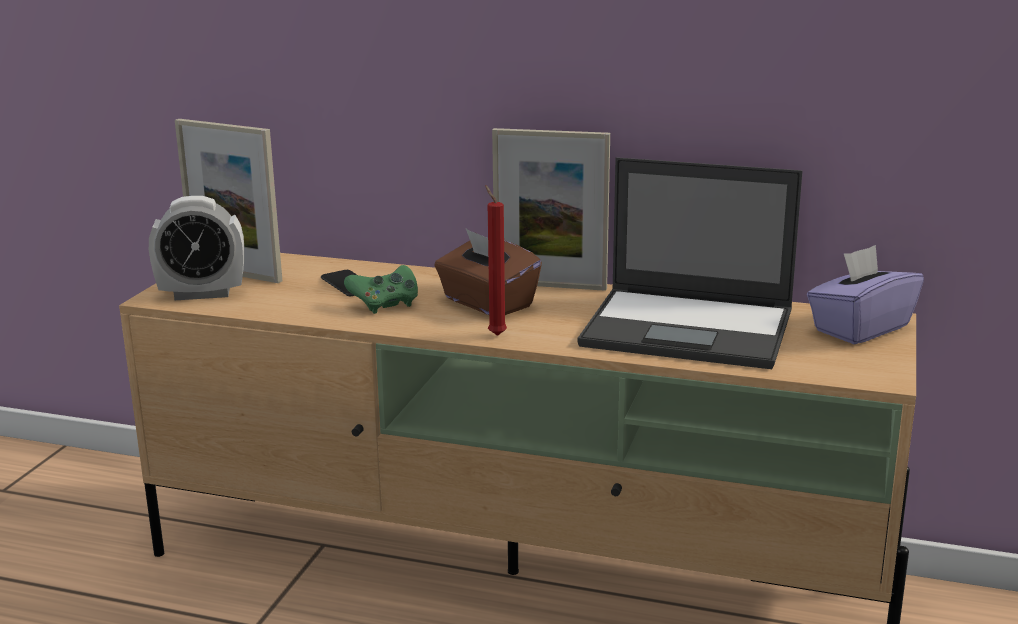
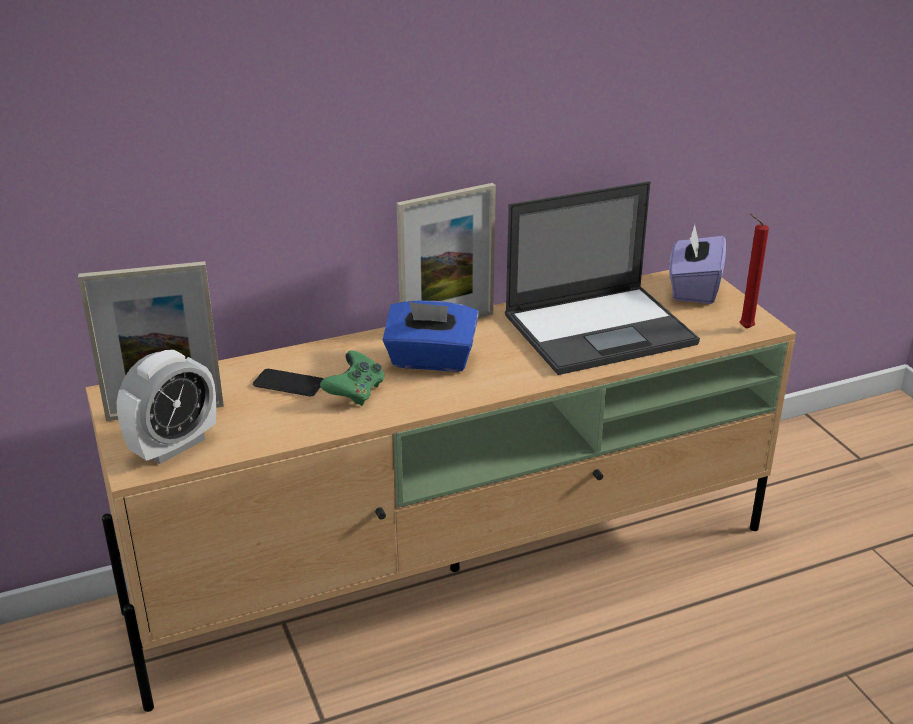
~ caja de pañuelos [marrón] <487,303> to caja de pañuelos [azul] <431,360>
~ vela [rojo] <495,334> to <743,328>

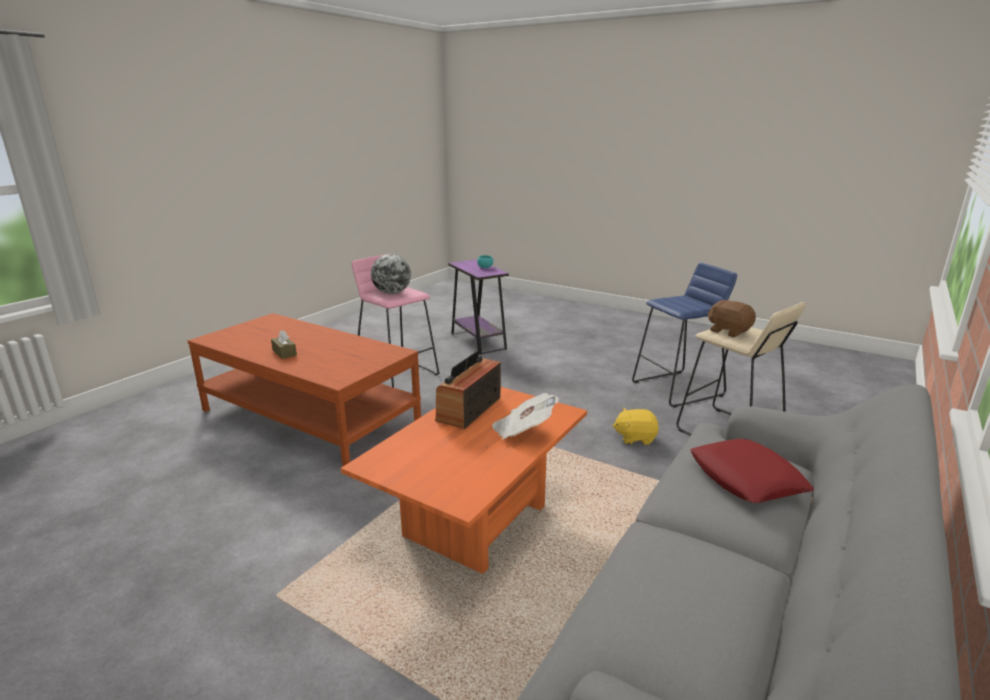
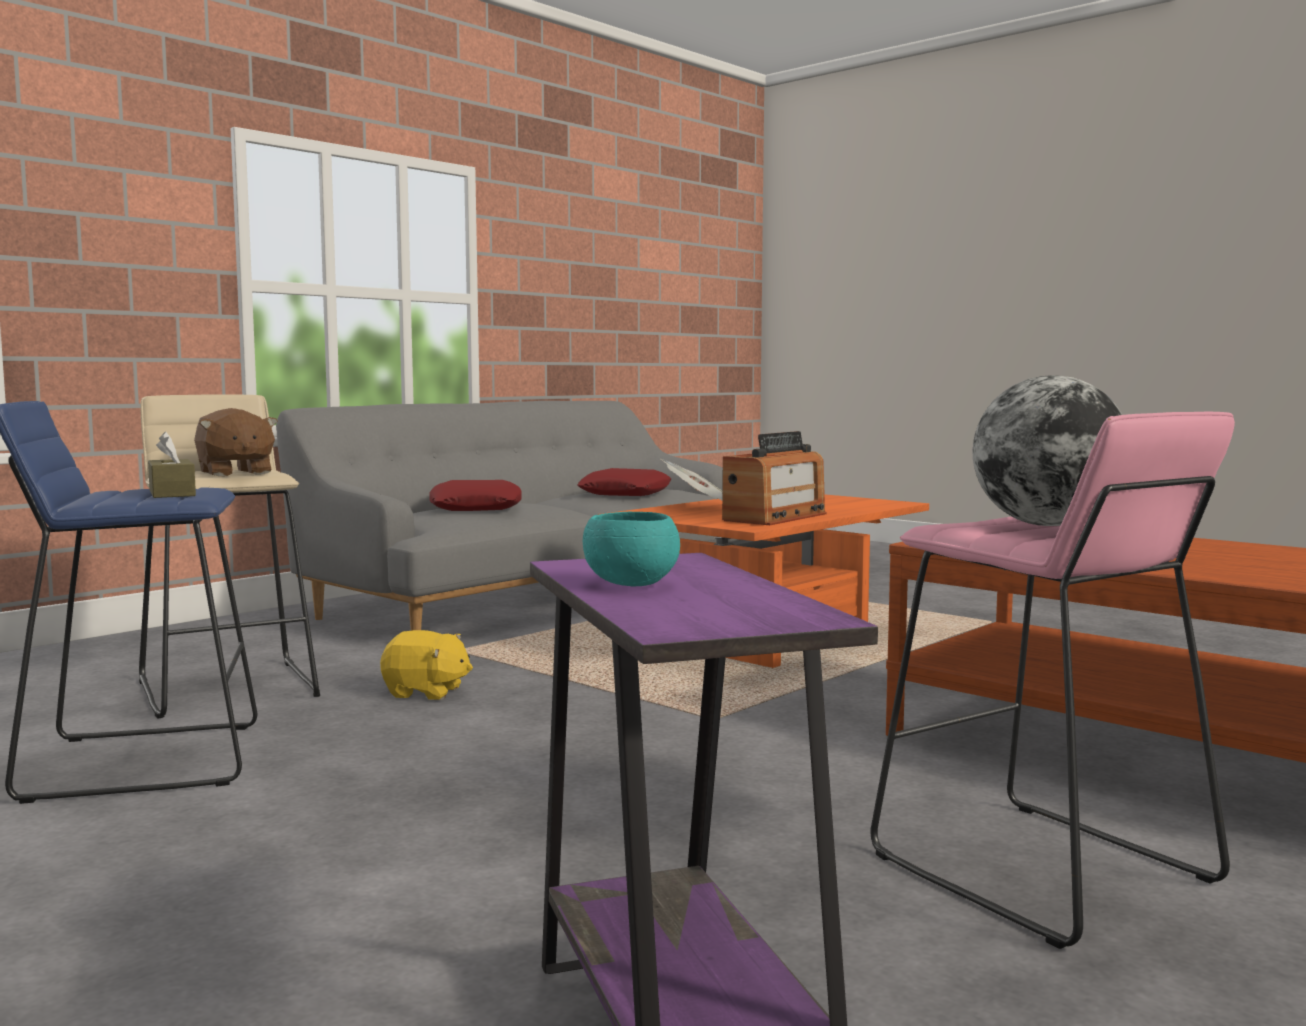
~ caja de pañuelos [marrón] <284,353> to <172,493>
+ cojín [rojo] <625,493>

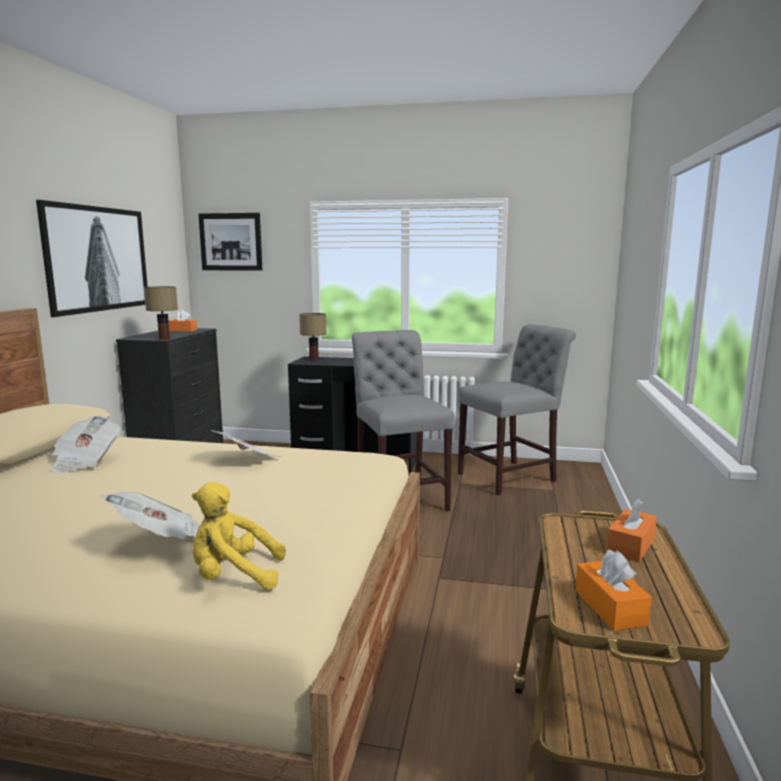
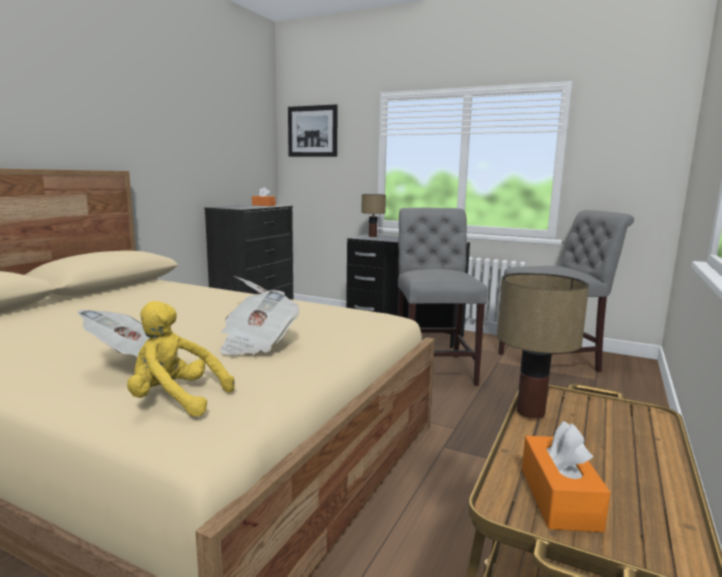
~ periódico <85,461> to <257,343>
~ lámpara de mesa <163,339> to <529,411>
- cuadro <98,259>
- caja de pañuelos [naranja] <630,545>

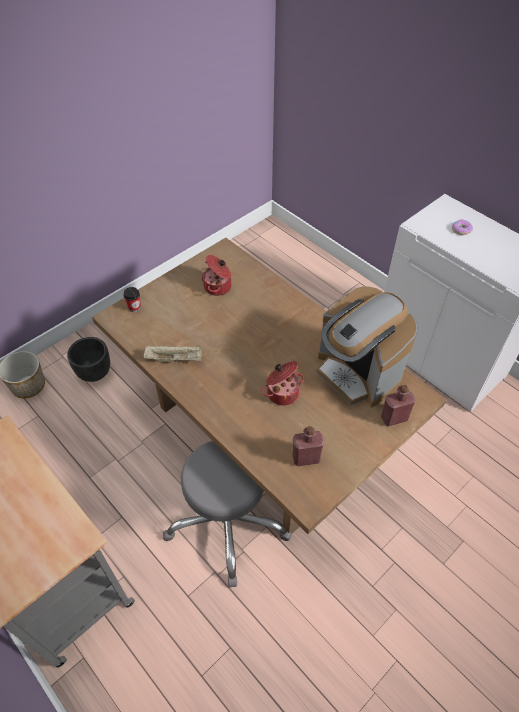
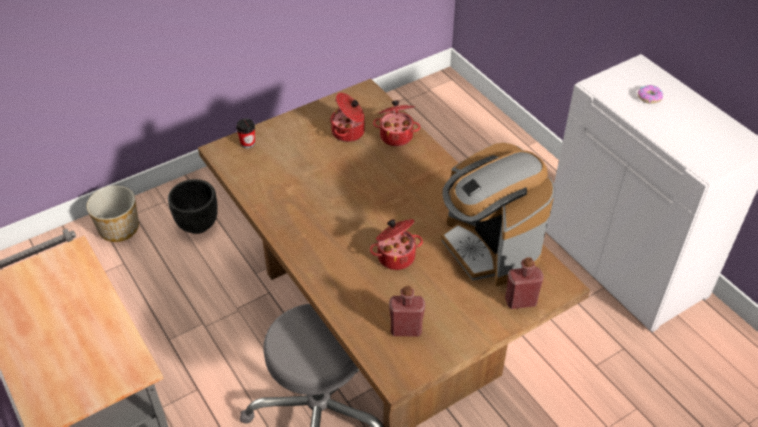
+ olla <396,135>
- bandeja [beis] <175,359>

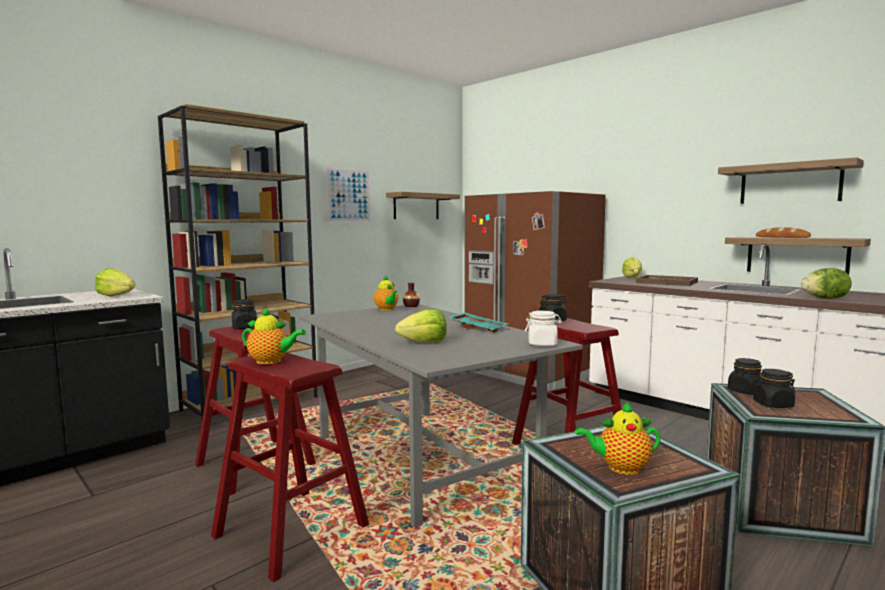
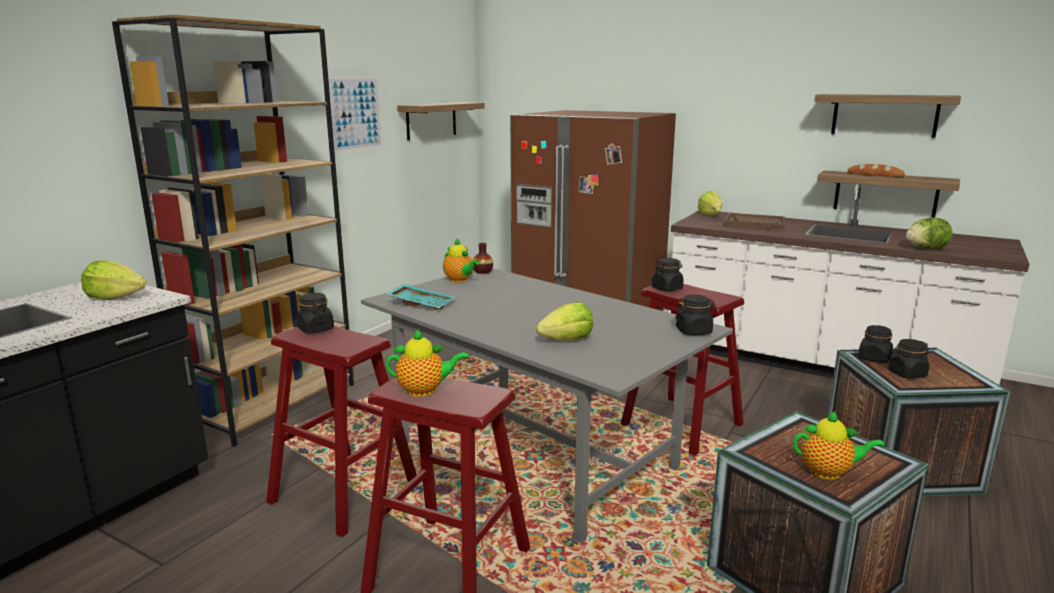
~ bandeja [turquesa] <478,328> to <421,304>
~ tarro [blanco] <542,344> to tarro [negro] <694,331>
~ tetera <620,468> = <829,472> 150 degrees counterclockwise

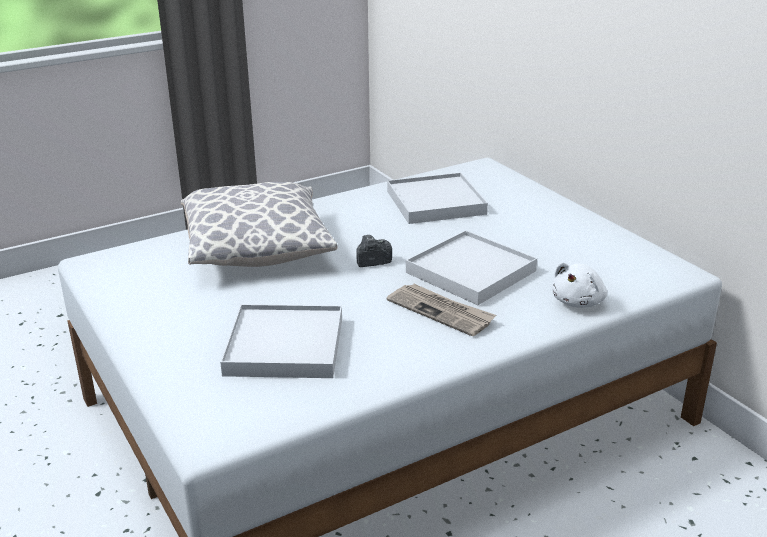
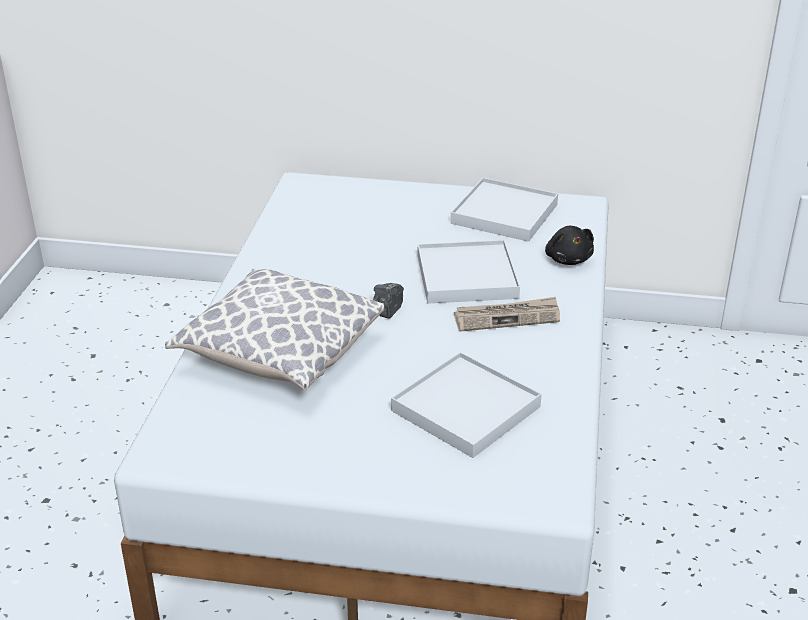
~ bandeja [blanco] <435,202> to <504,214>
~ peluche [blanco] <579,302> to peluche [negro] <568,259>

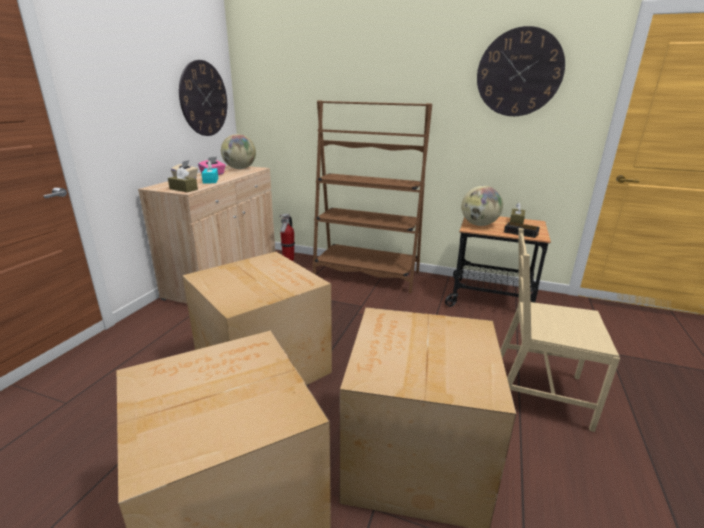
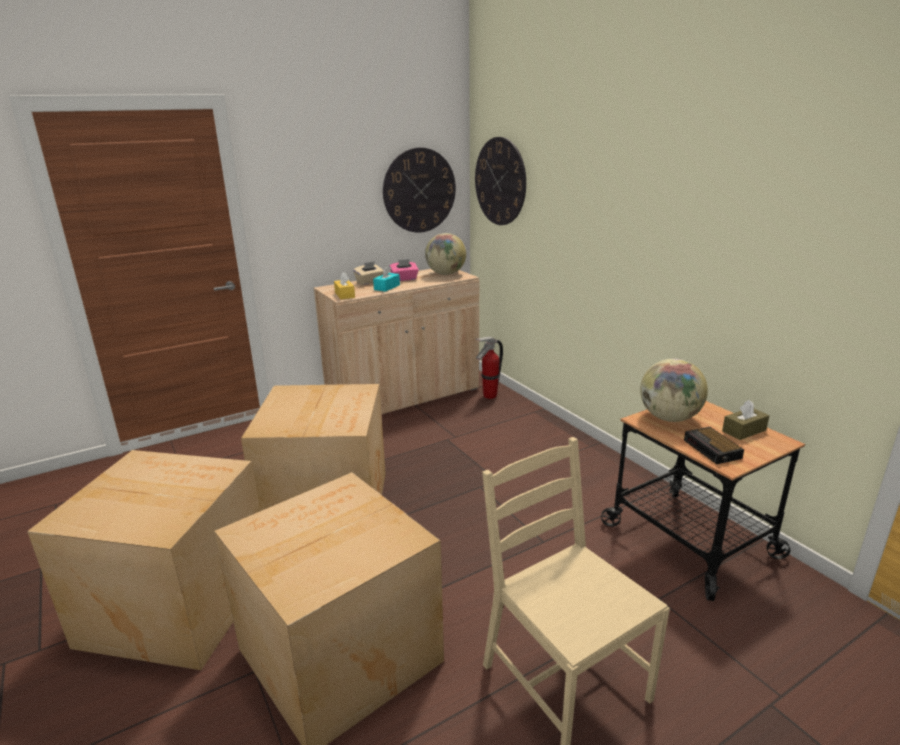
~ caja de pañuelos [marrón] <183,189> to caja de pañuelos [amarillo] <344,295>
~ reloj de pared <519,73> to <500,181>
- estantería [marrón] <366,274>

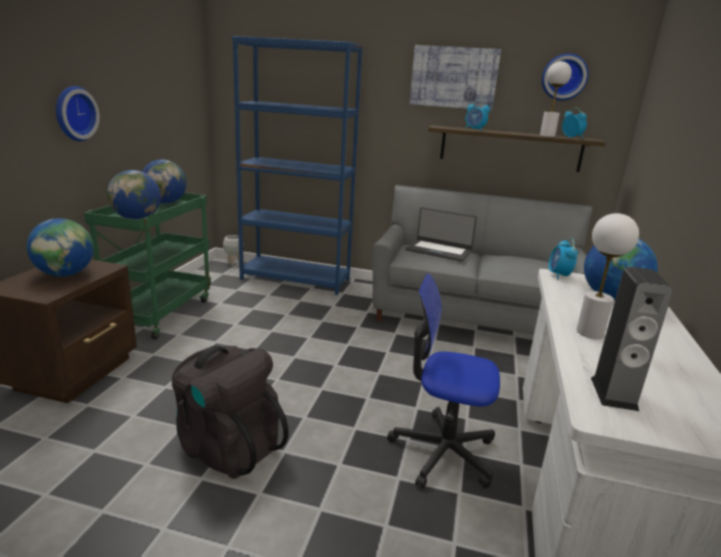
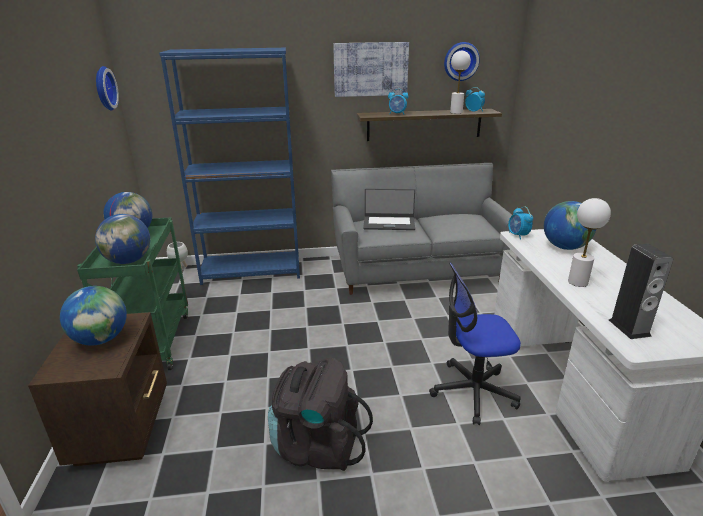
~ reloj de pared <73,113> to <103,88>

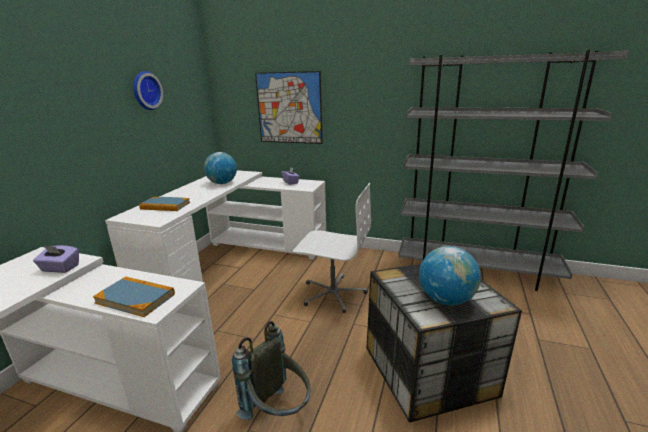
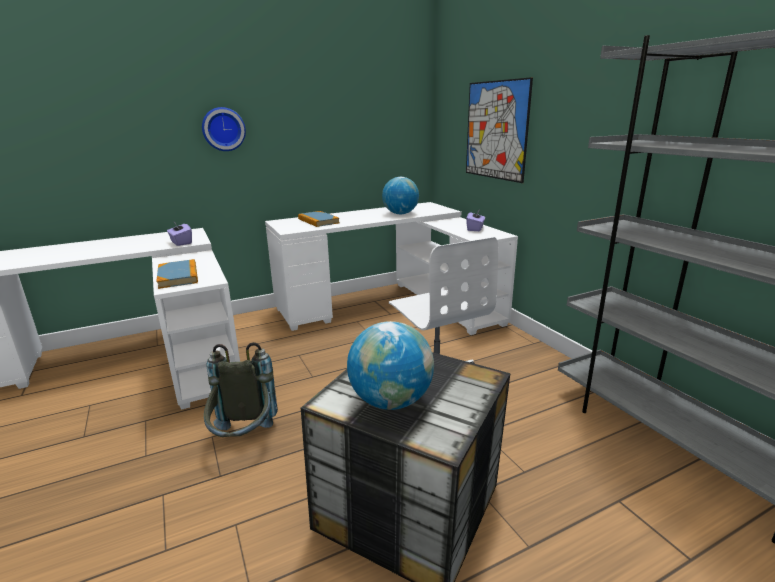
~ reloj de pared <145,90> to <223,129>

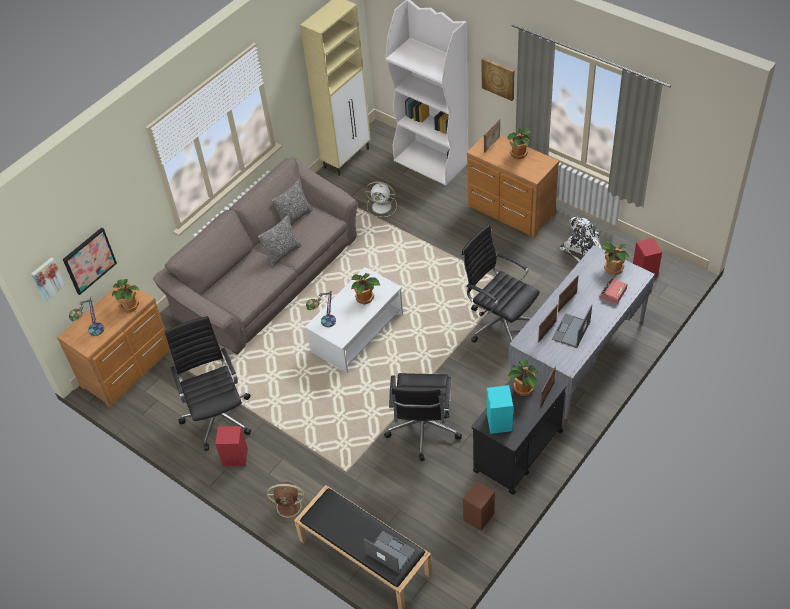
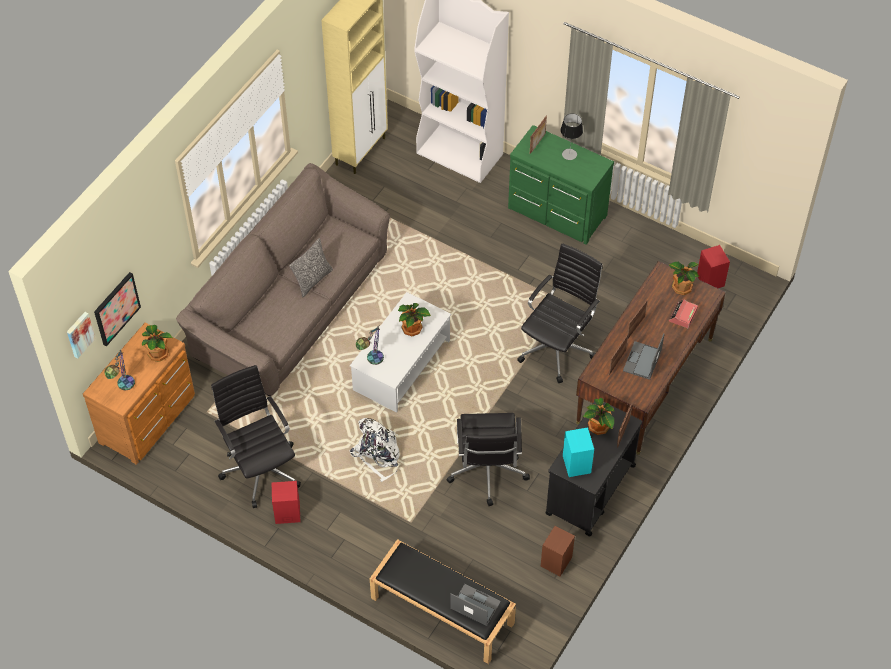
~ mochila [blanco] <583,251> to <378,455>
~ cómoda [marrón] <510,212> to cómoda [verde] <556,214>
~ silla de oficina [negro] <500,323> = <558,347> 90 degrees clockwise
~ planta en maceta <519,154> to lámpara de mesa <569,154>
~ escritorio [gris] <578,355> to escritorio [marrón] <645,380>
- ventilador [marrón] <290,506>
- cojín <294,218>
- ventilador [blanco] <382,207>
- cuadro <498,78>

